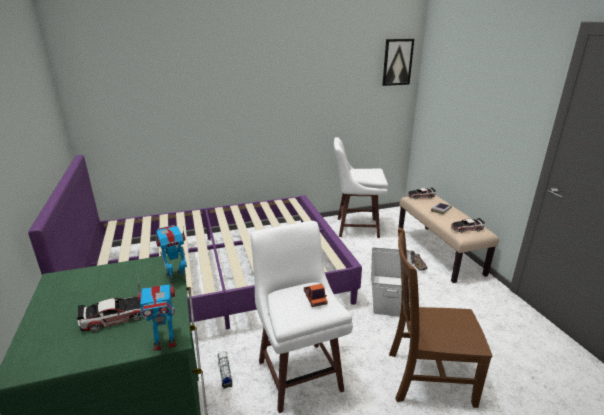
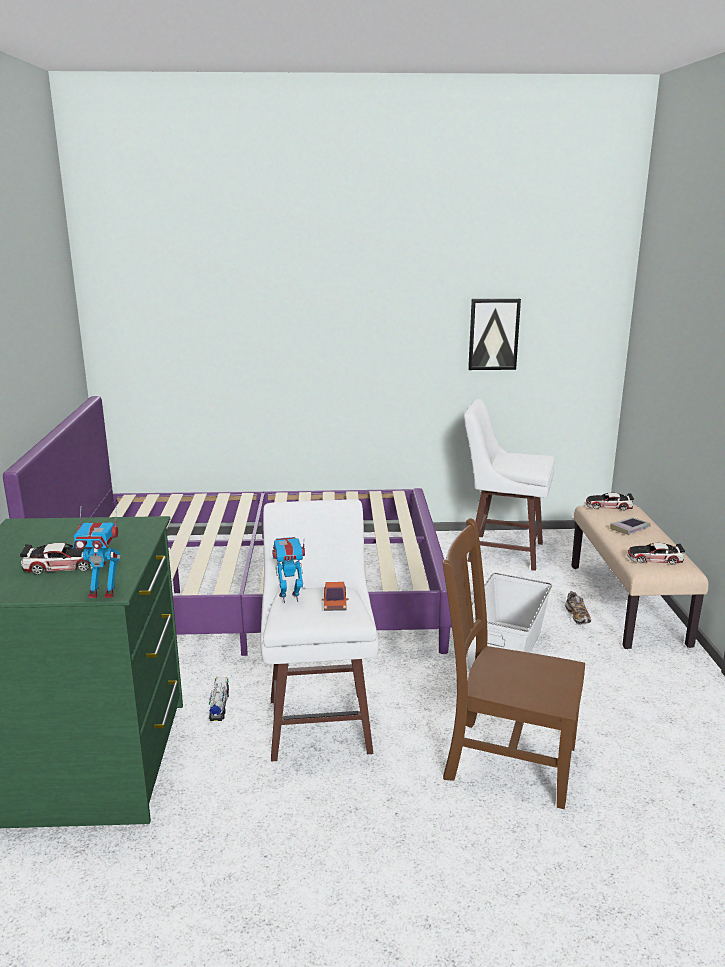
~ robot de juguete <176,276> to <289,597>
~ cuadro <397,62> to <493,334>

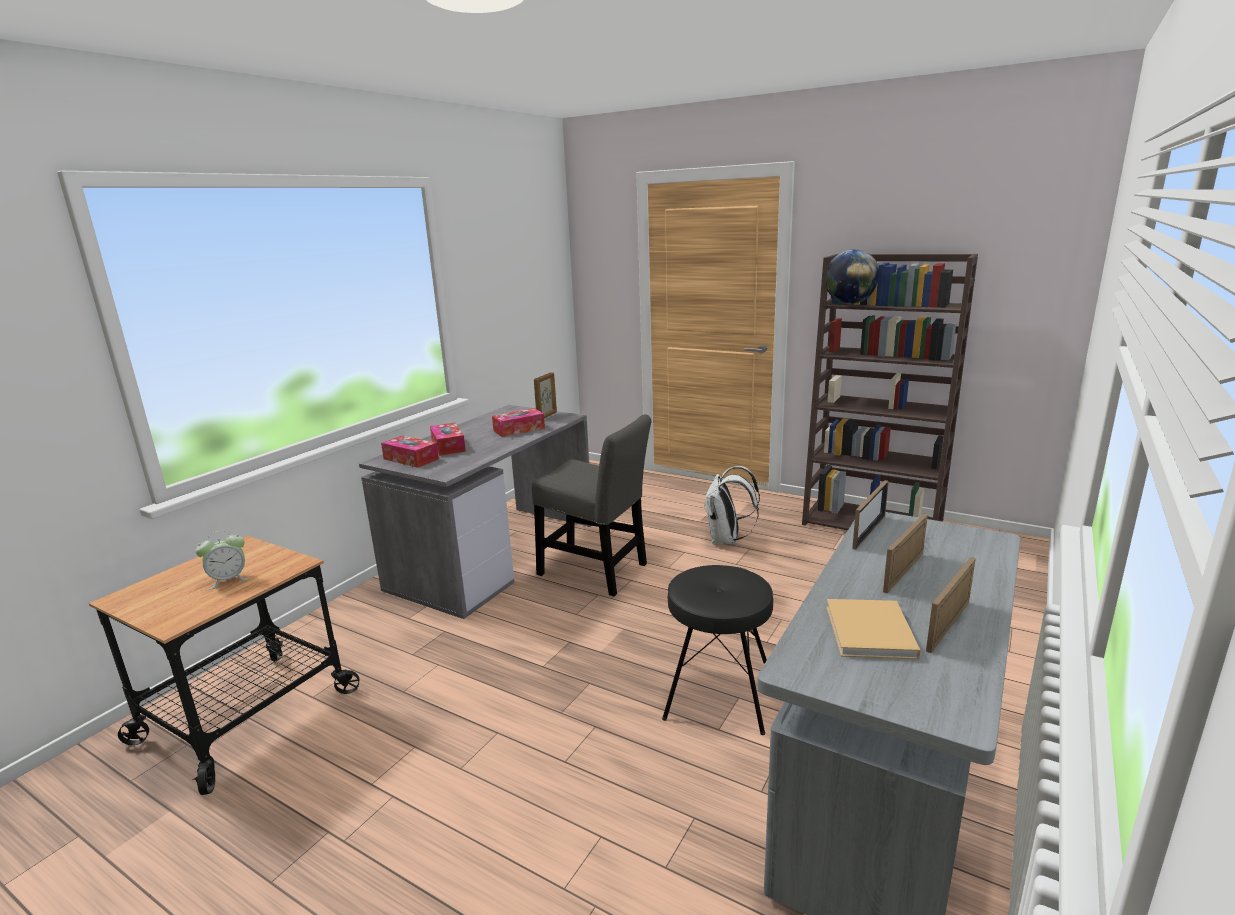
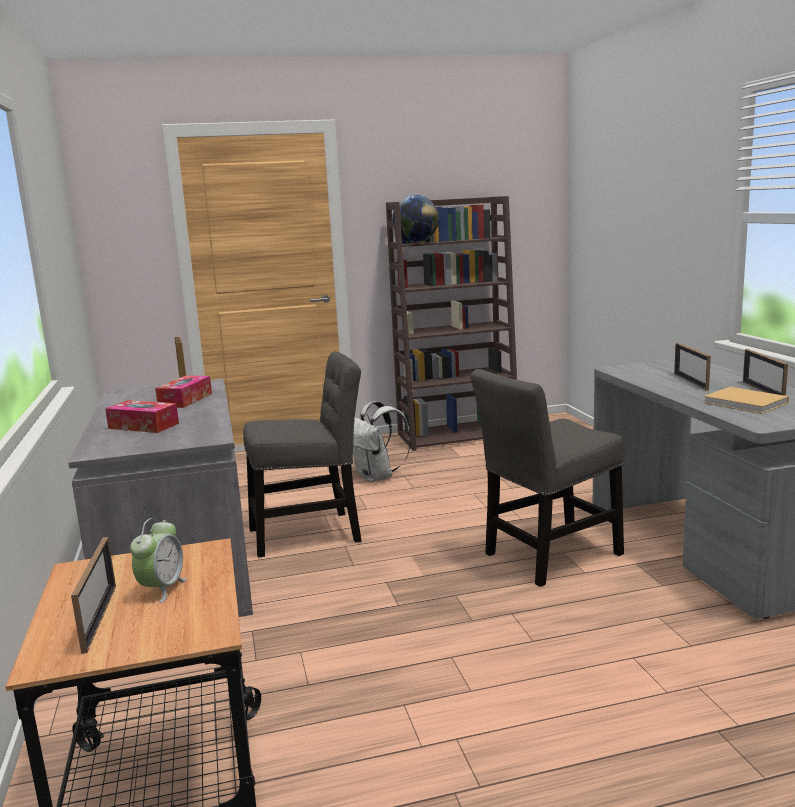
~ portarretratos <869,532> to <99,617>
~ taburete [negro] <718,694> to silla [gris] <548,557>
- caja de pañuelos <411,459>

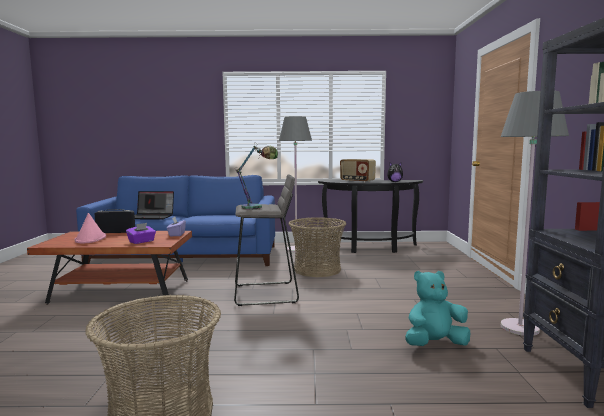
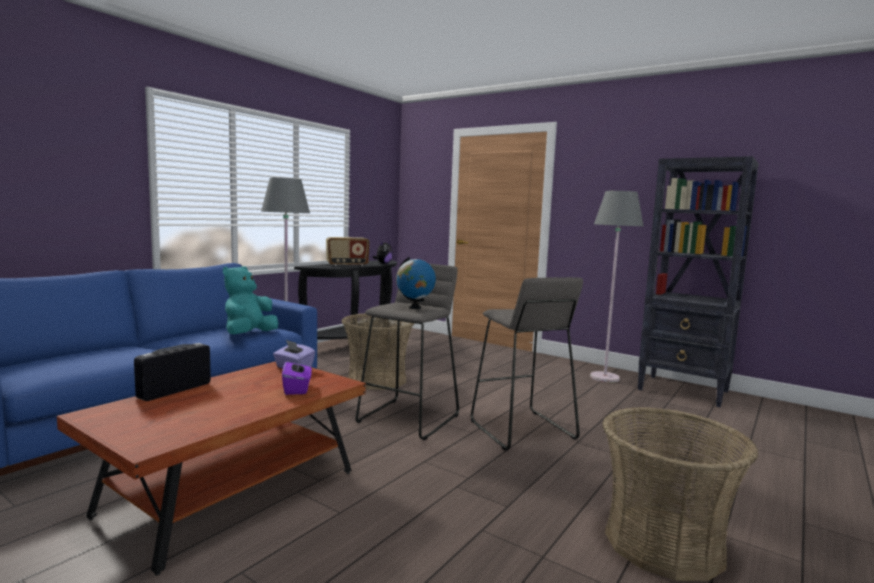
~ peluche [turquesa] <435,344> to <248,335>
~ lámpara de mesa <257,207> to globo terráqueo <414,307>
+ taburete [gris] <521,430>
- sombrero [rosa] <90,239>
- portátil <152,217>

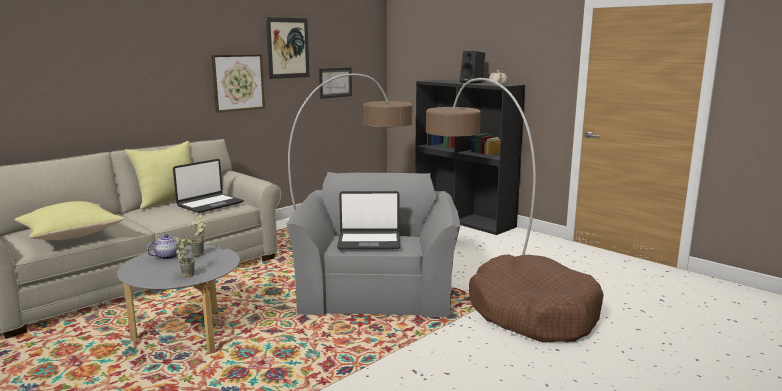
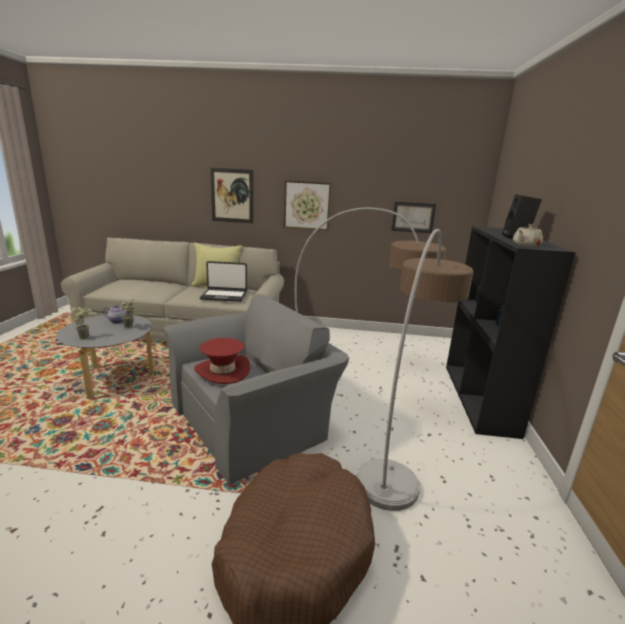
~ portátil <369,242> to sombrero [rojo] <222,371>
~ cuadro <288,48> to <232,195>
- cojín [amarillo] <72,235>

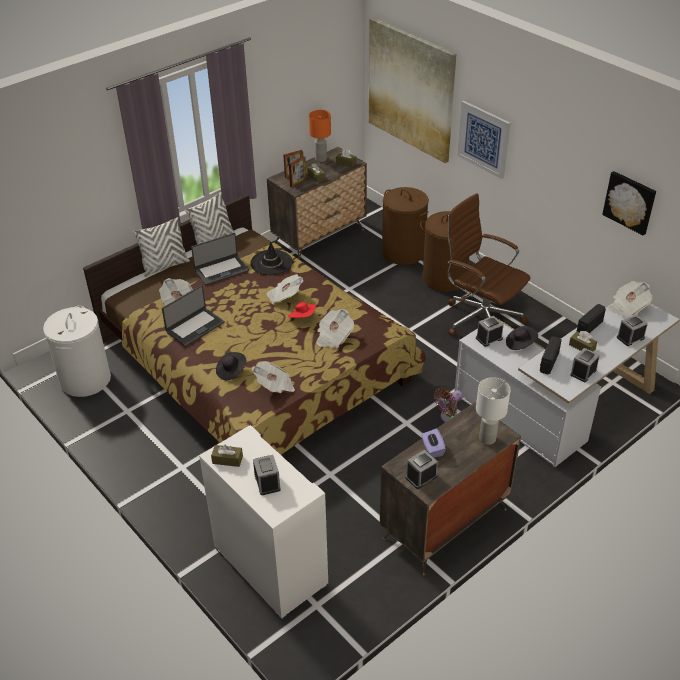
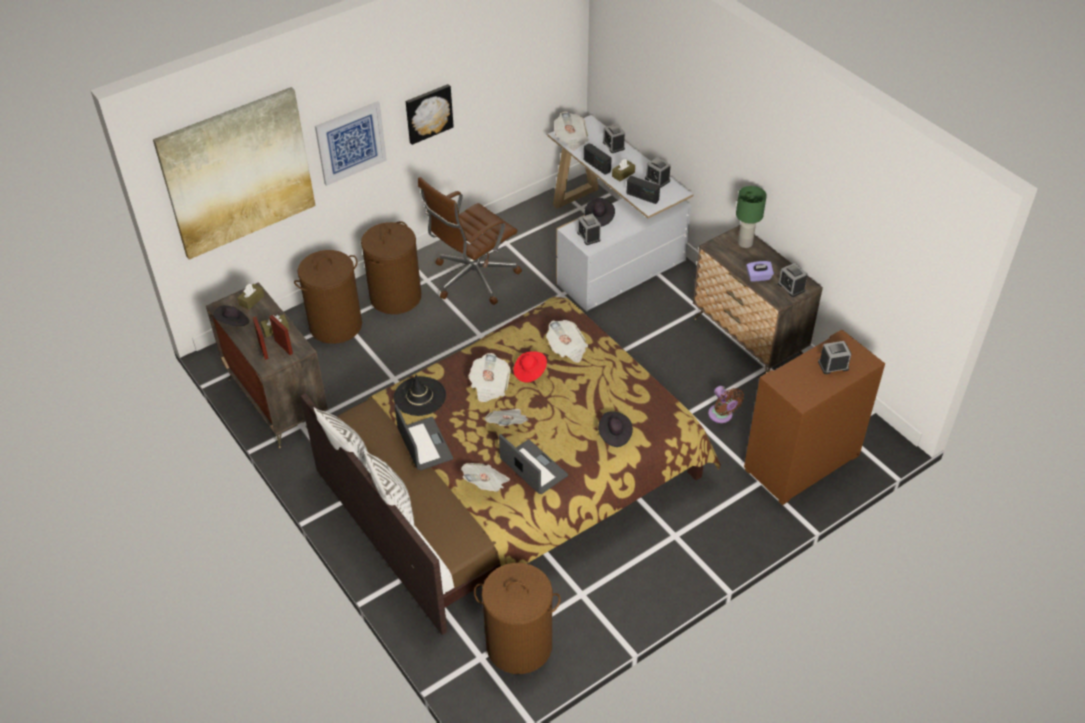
~ lámpara de mesa [naranja] <321,159> to sombrero [negro] <233,323>
~ cuadro <630,202> to <428,113>
~ cesto de la ropa [blanco] <85,379> to cesto de la ropa [marrón] <519,645>
~ periódico <274,386> to <507,424>
~ ventilador [marrón] <449,417> to <721,416>
~ lámpara de mesa [blanco] <487,438> to lámpara de mesa [verde] <744,243>
~ armario [blanco] <269,566> to armario [marrón] <802,463>
- caja de pañuelos [marrón] <227,459>

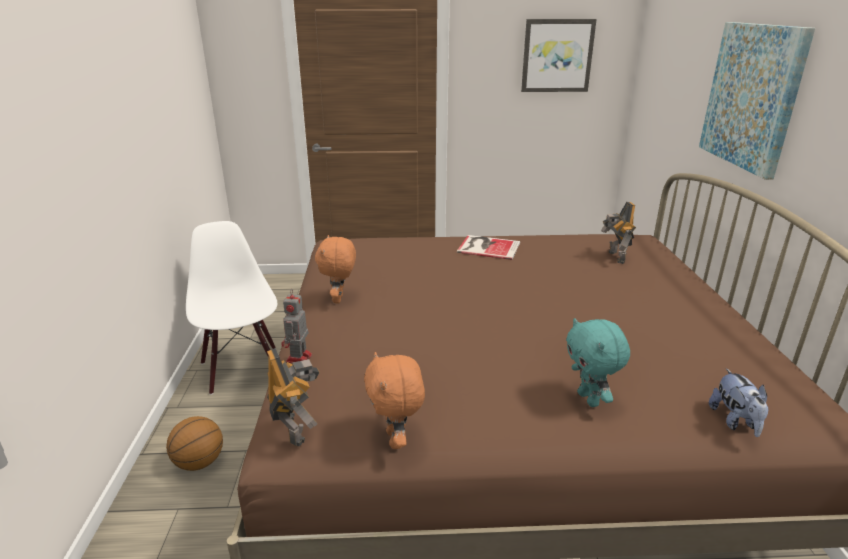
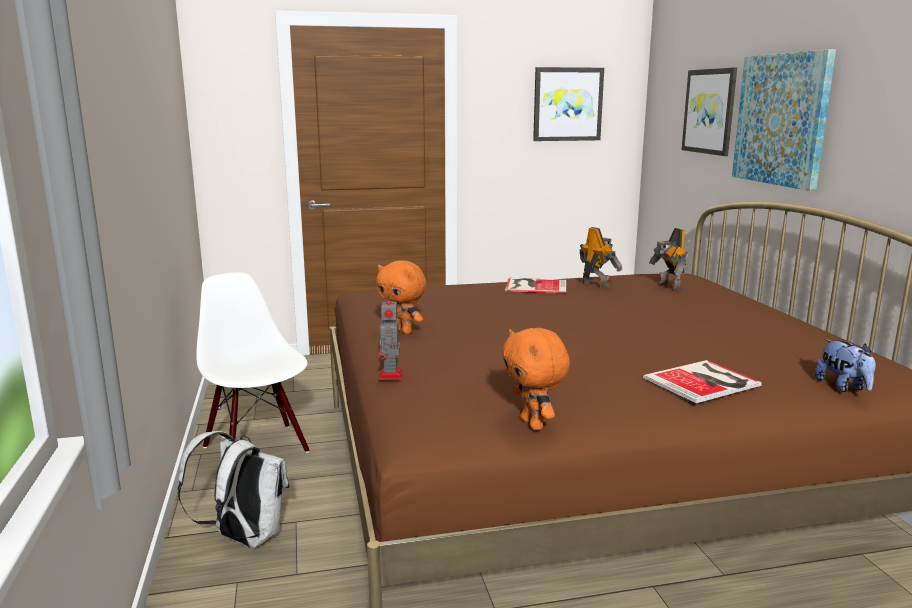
~ balón de baloncesto <199,463> to mochila [blanco] <243,538>
~ peluche [naranja] <339,299> = <402,331> 45 degrees counterclockwise
~ robot de juguete <295,428> to <596,284>
~ peluche [turquesa] <589,399> to libro <704,382>
+ cuadro <710,111>

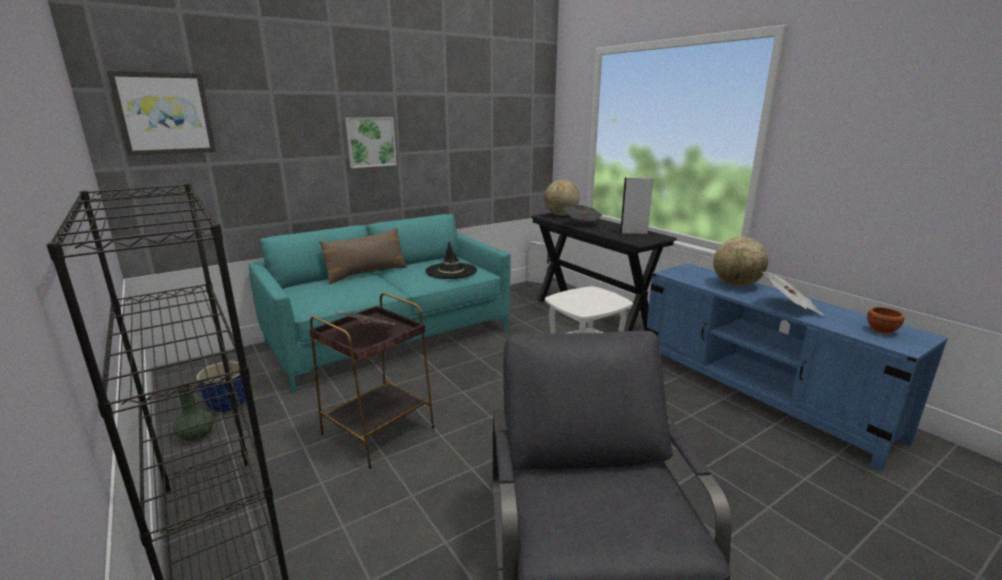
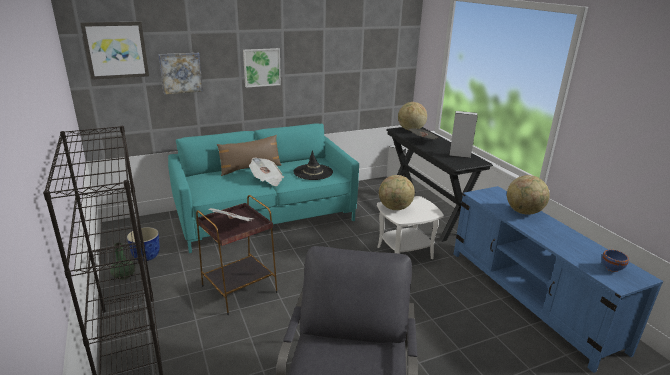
+ cuadro <180,72>
~ periódico <790,307> to <267,180>
+ globo terráqueo <395,208>
~ cuenco [marrón] <882,331> to cuenco [azul] <612,269>

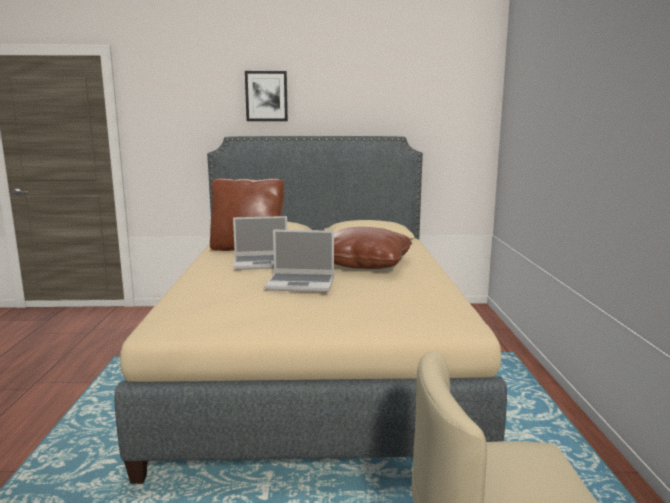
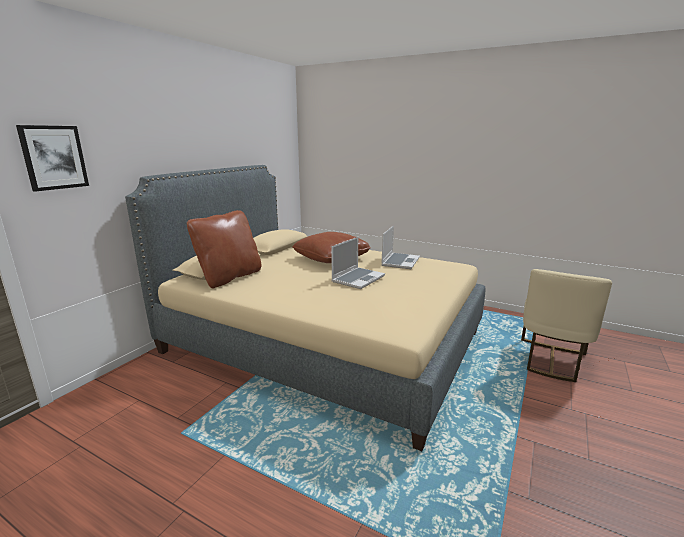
~ cuadro <266,96> to <54,157>
~ portátil <262,263> to <400,261>

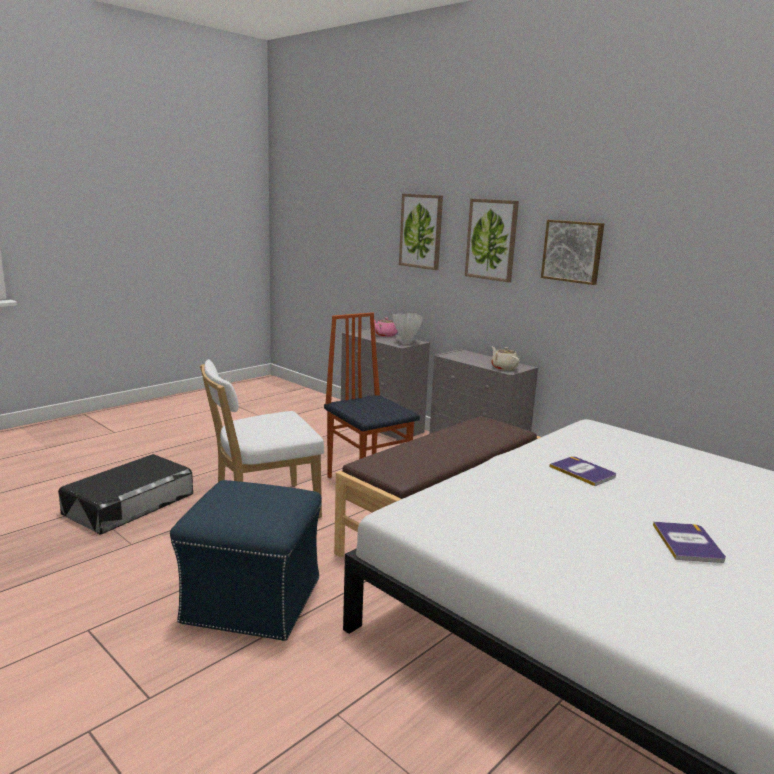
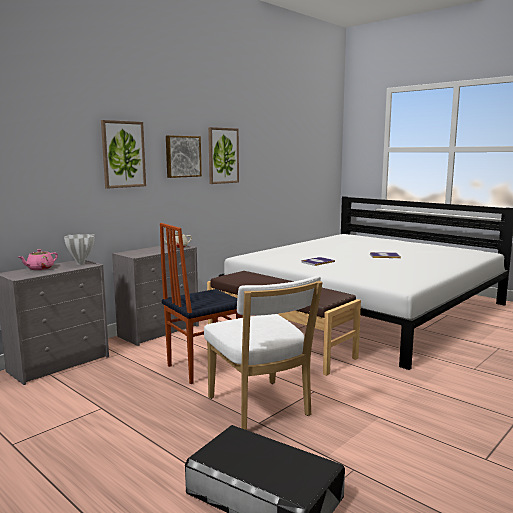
~ cuadro <421,231> to <223,155>
- puf [azul] <251,600>

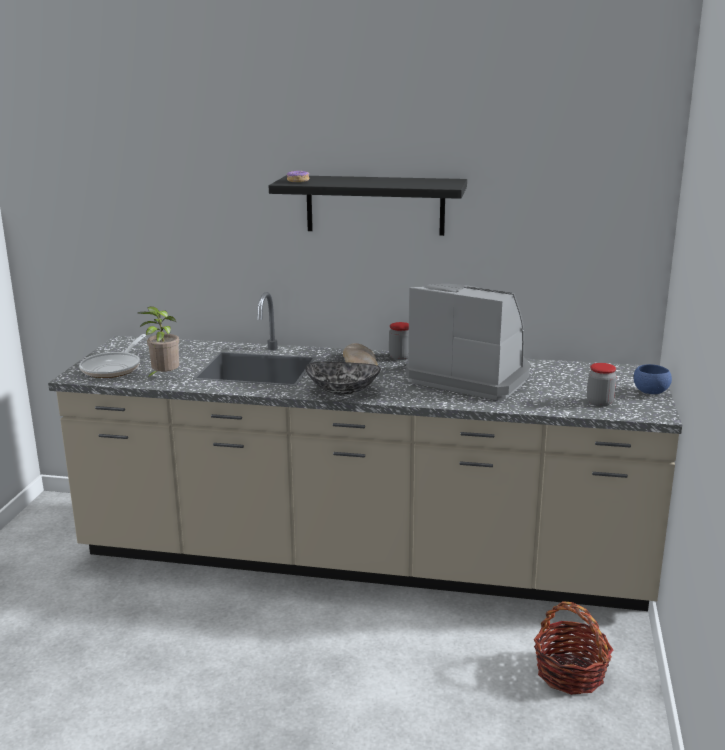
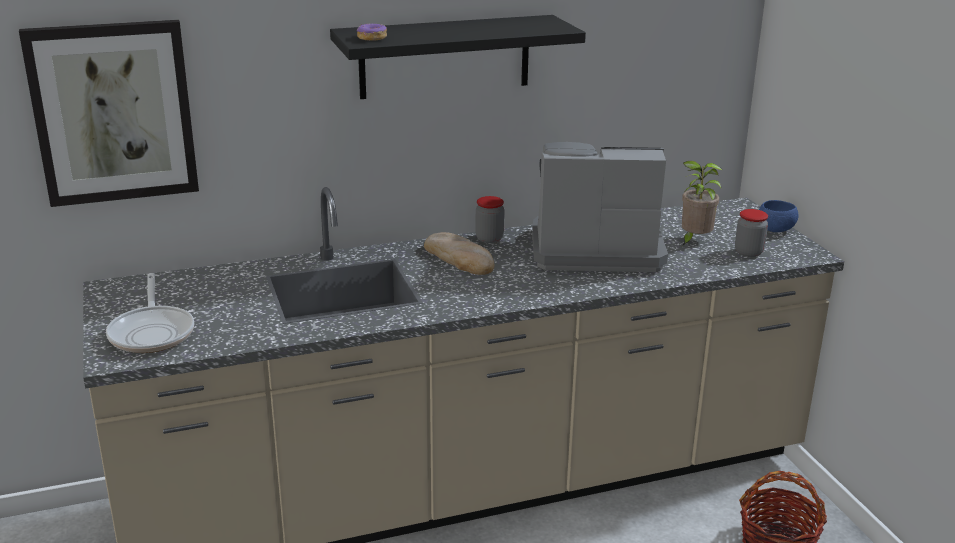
+ cuadro <113,112>
~ planta en maceta <164,378> to <694,240>
- cuenco <343,391>

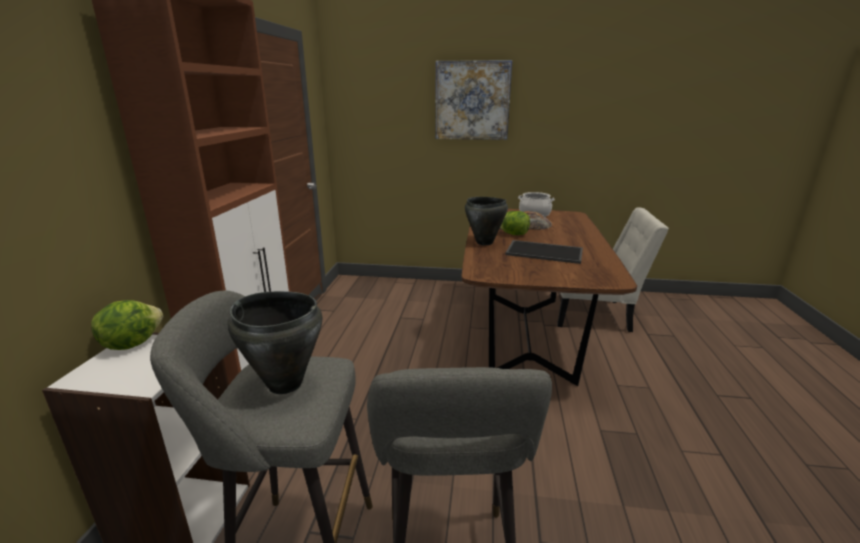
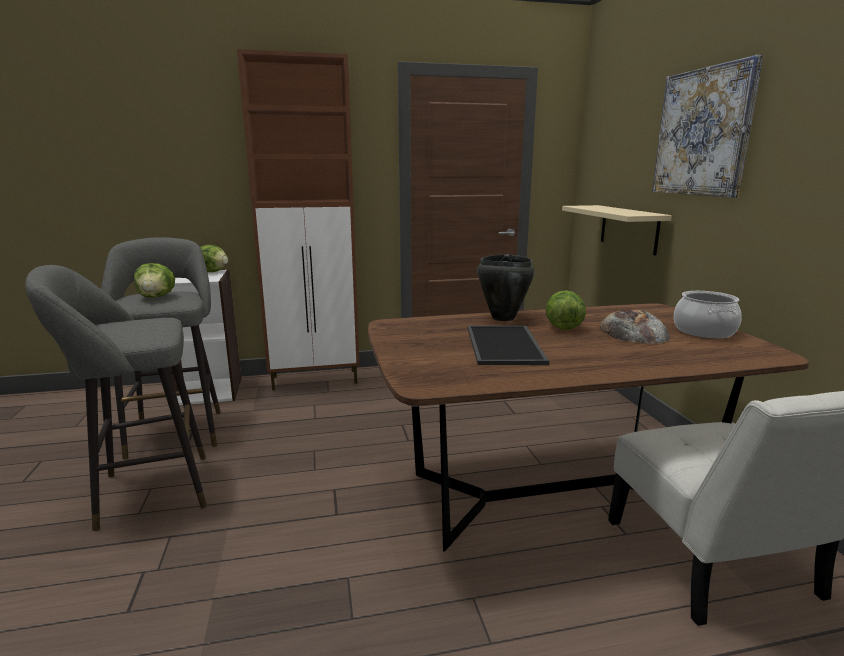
~ olla [negro] <285,383> to lechuga <156,297>
+ estante [beis] <628,228>

